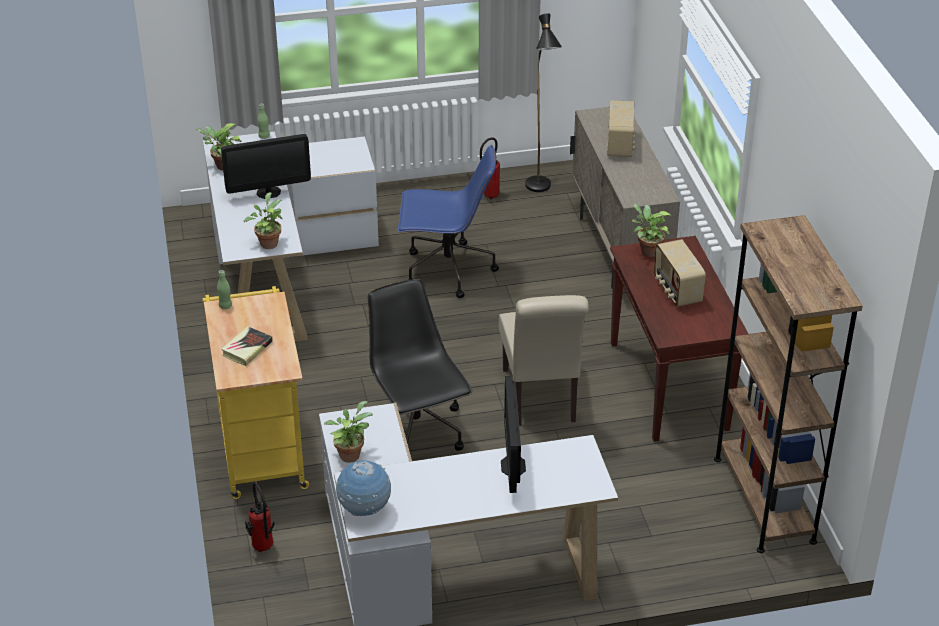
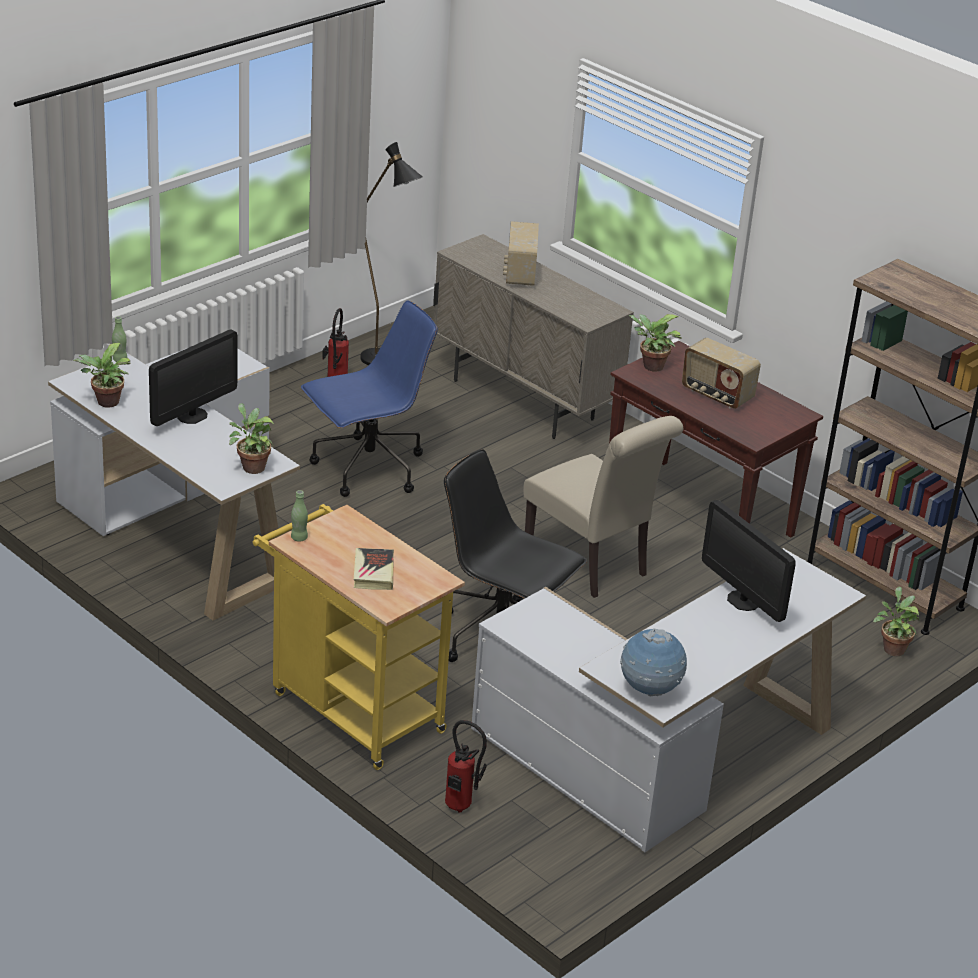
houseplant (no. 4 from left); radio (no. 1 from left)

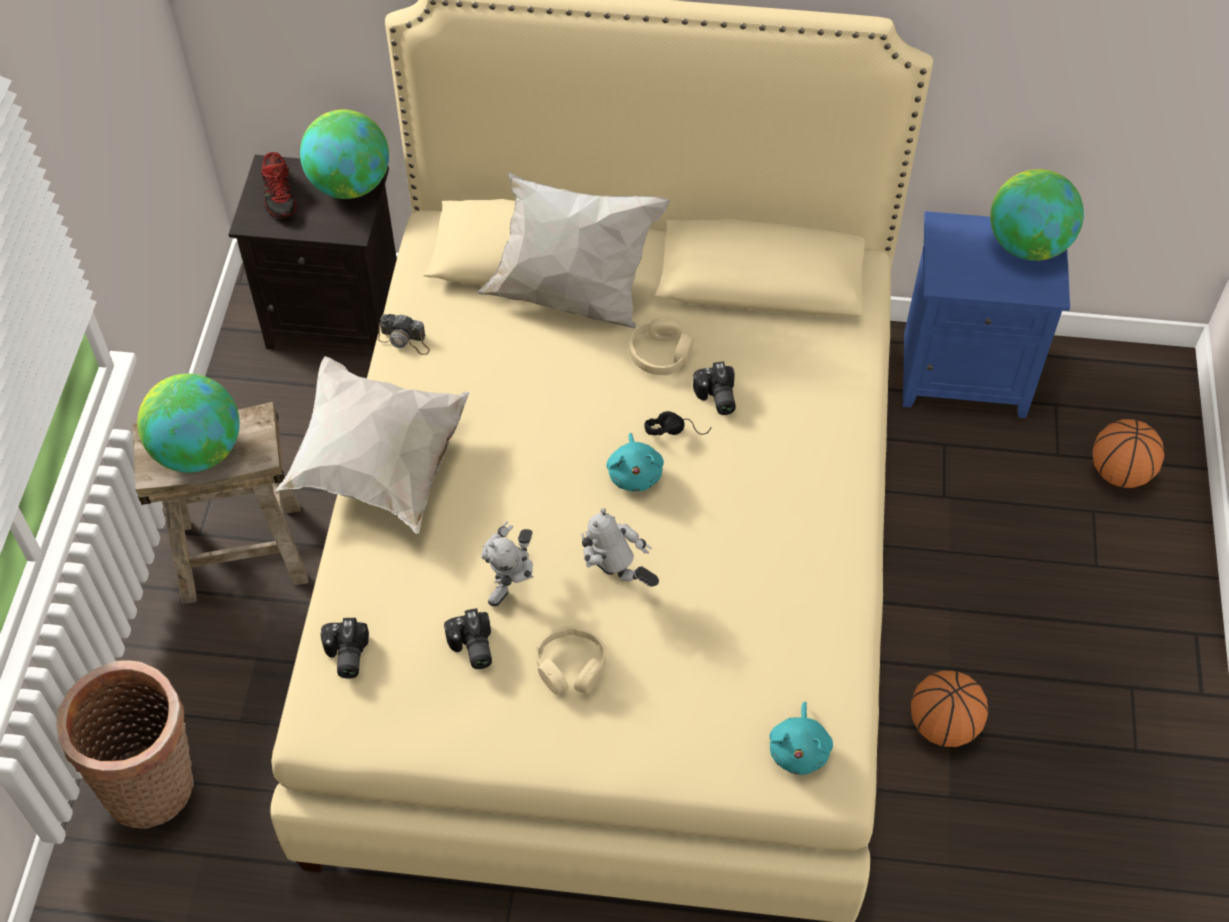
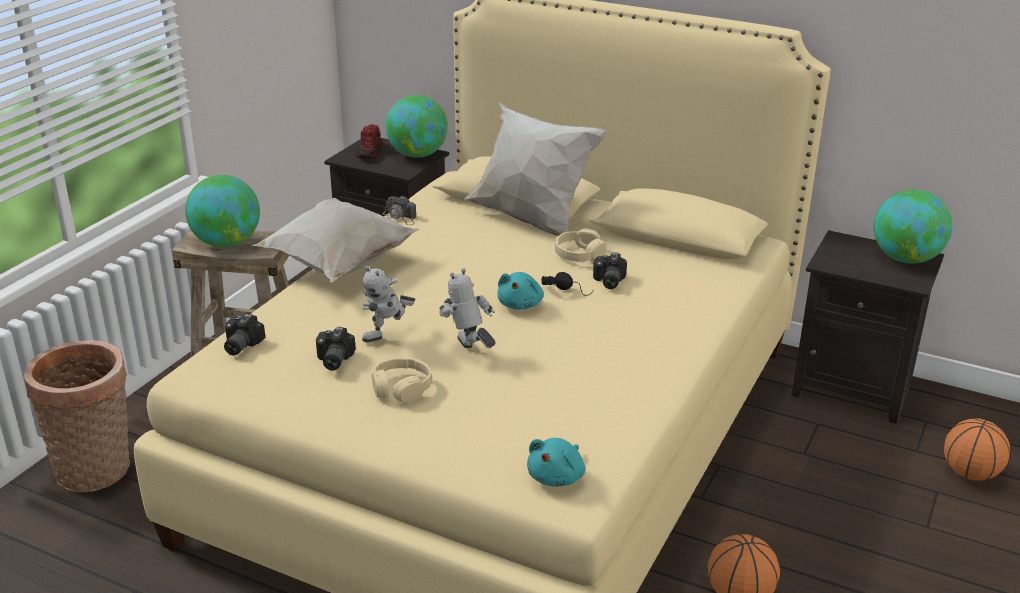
nightstand/blackish (no. 2 from left)

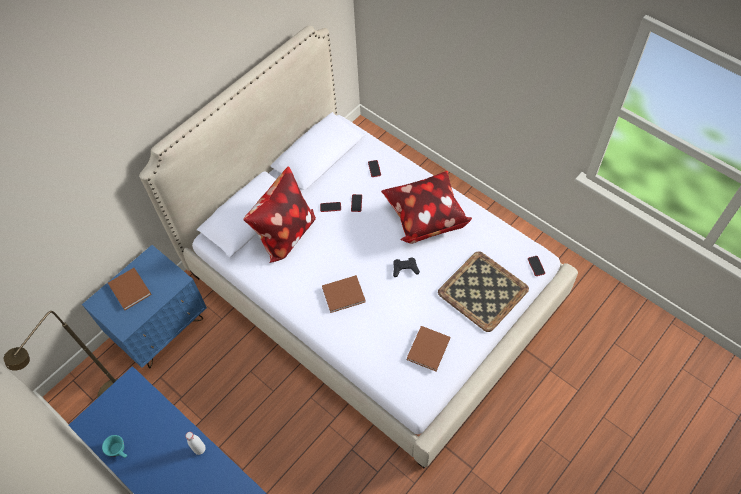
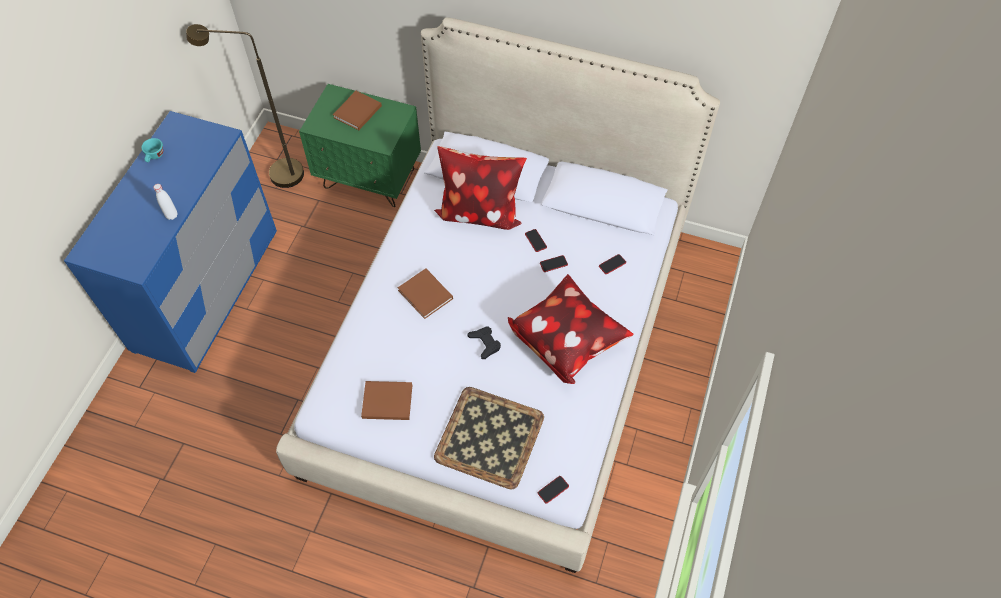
nightstand/green-coloured

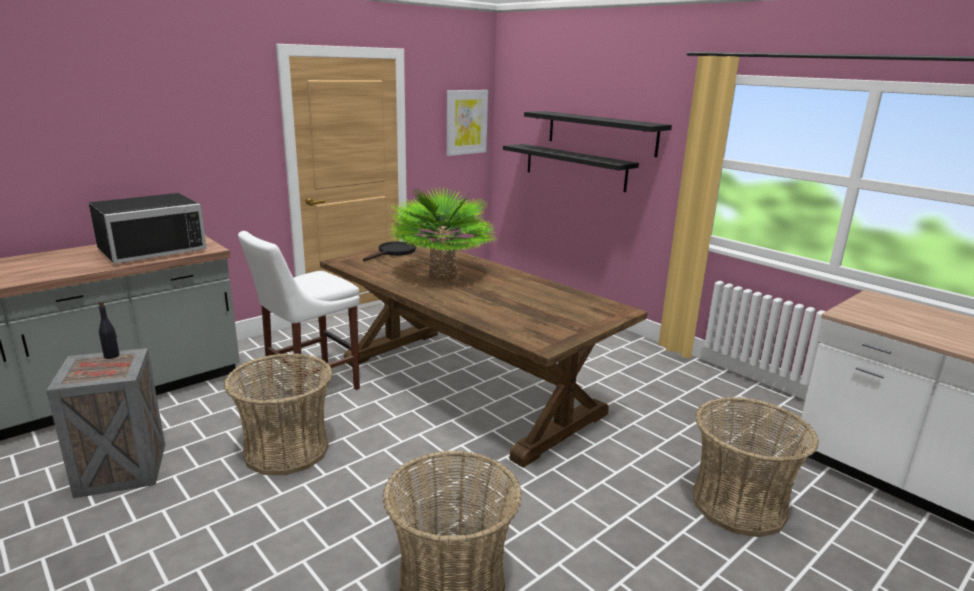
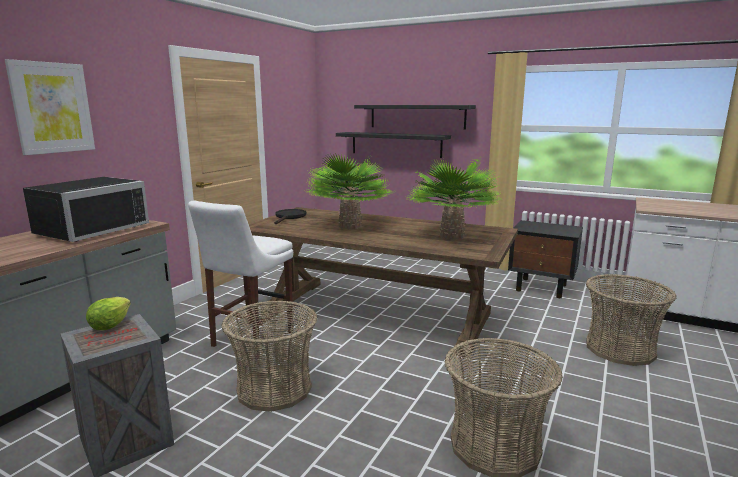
lettuce head; wall art; houseplant (no. 2 from left); nightstand/blackish

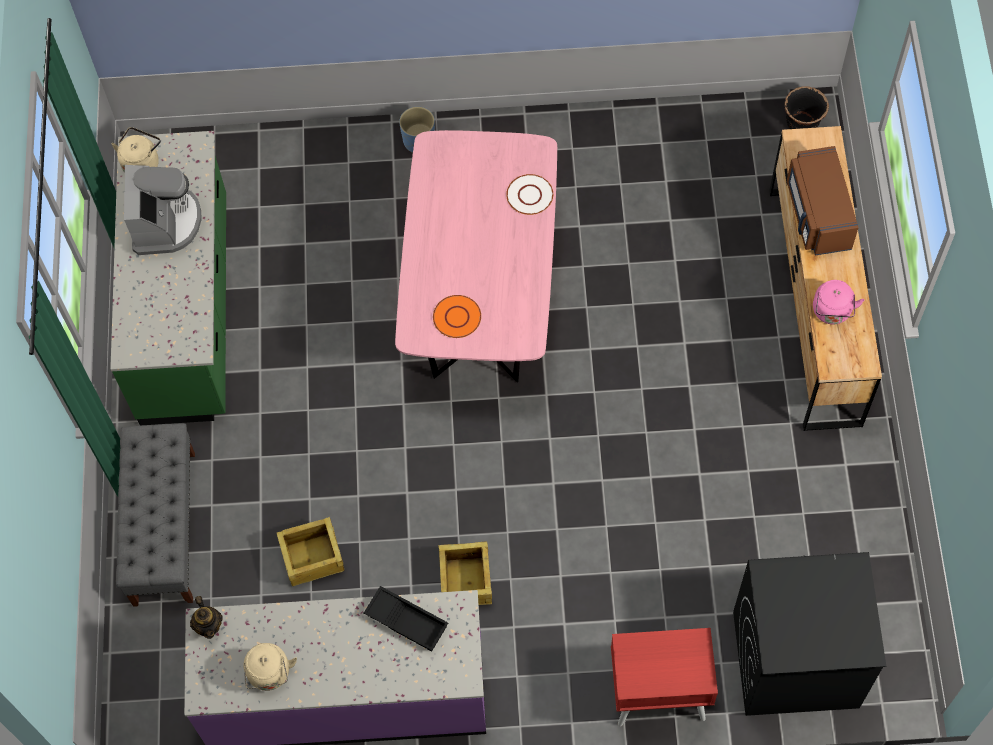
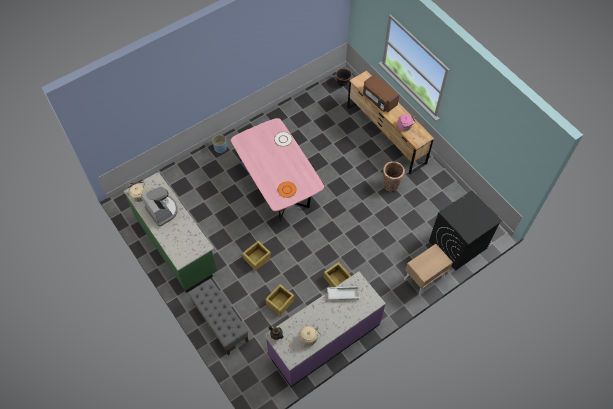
serving tray/whitish; nightstand/beige-coloured; shipping crate (no. 1 from left); basket

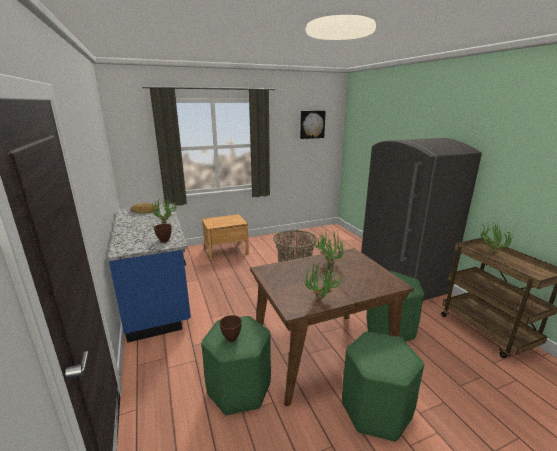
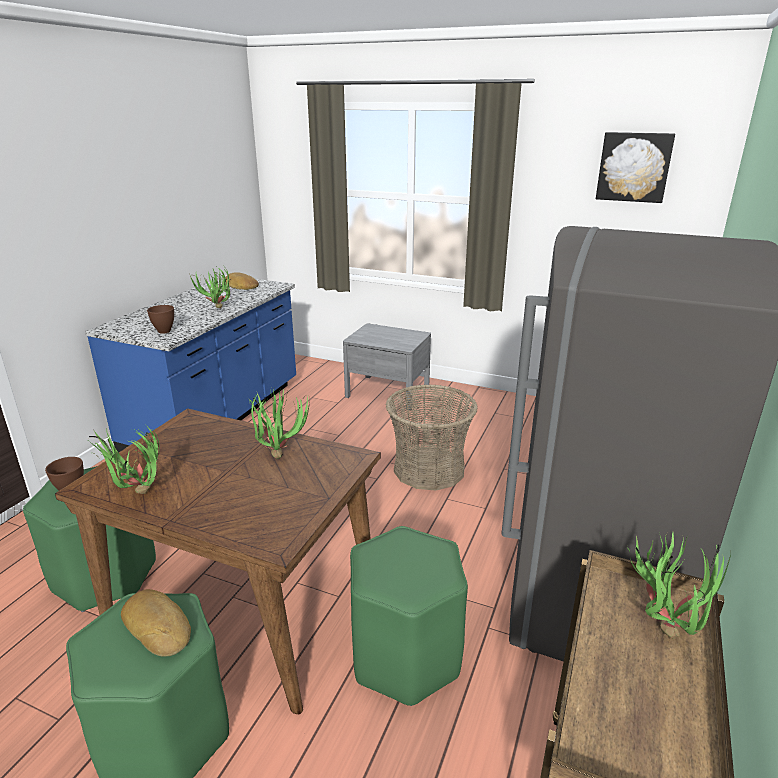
nightstand/grey; baked bread (no. 1 from left)

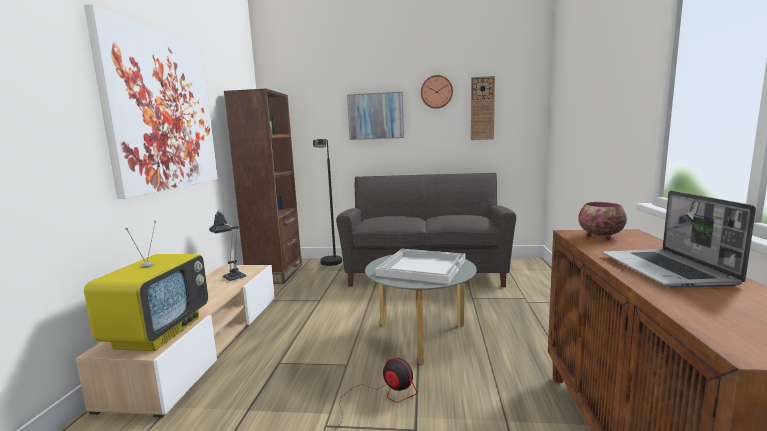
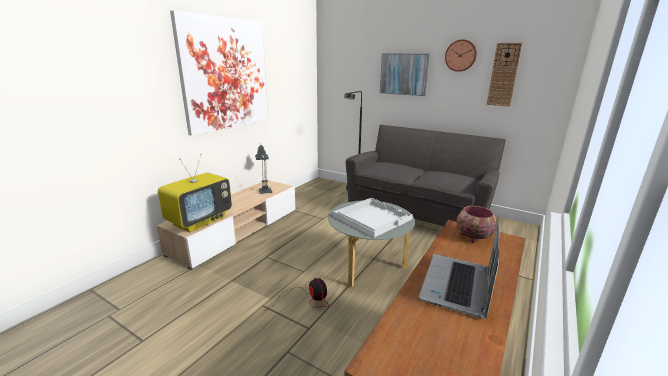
bookcase/brownish

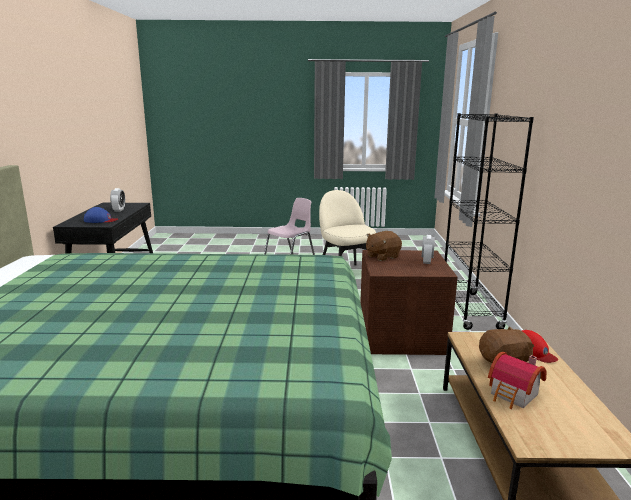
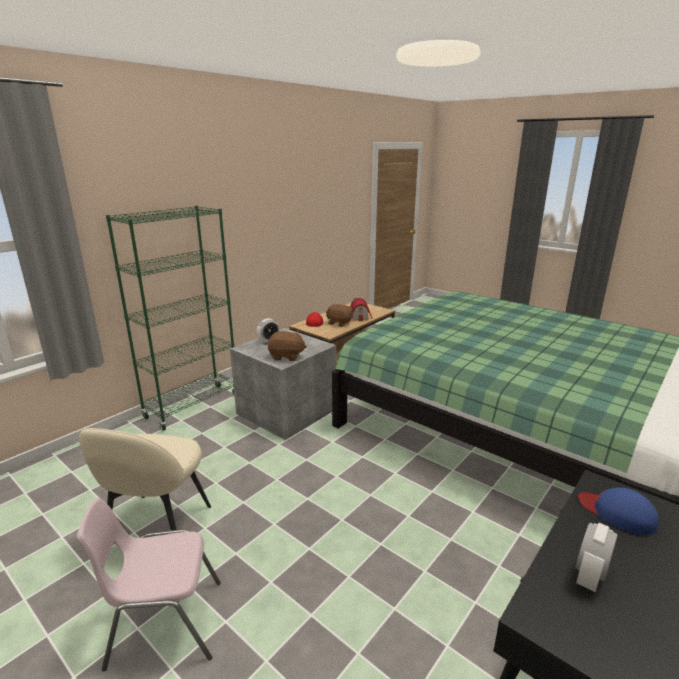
storage box/grey; bookcase/green-coloured

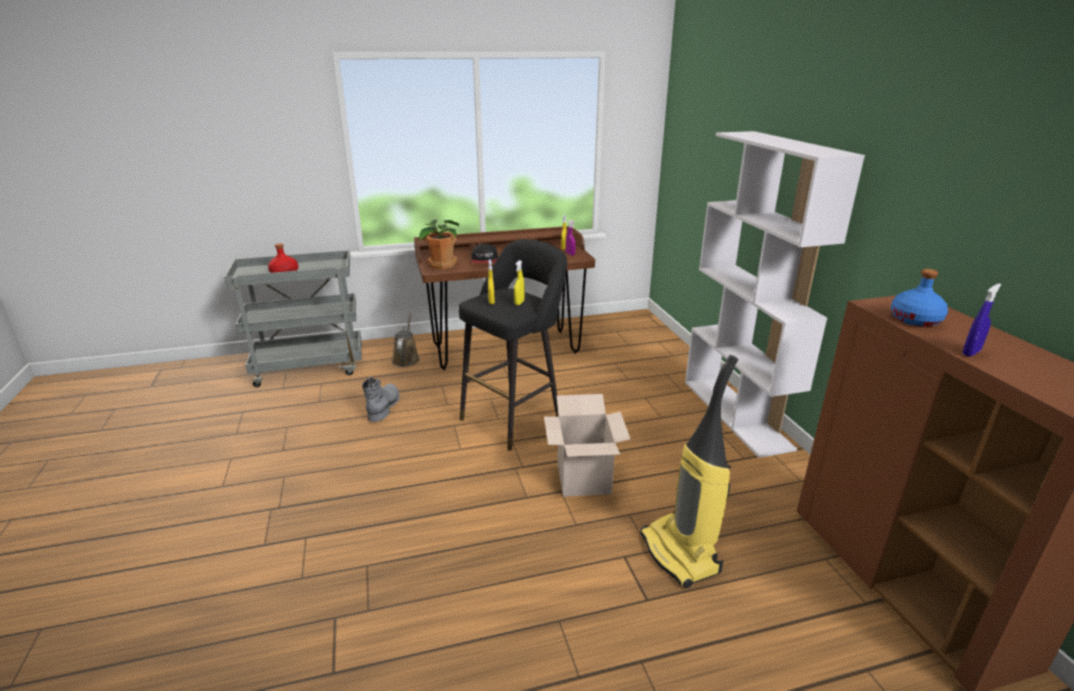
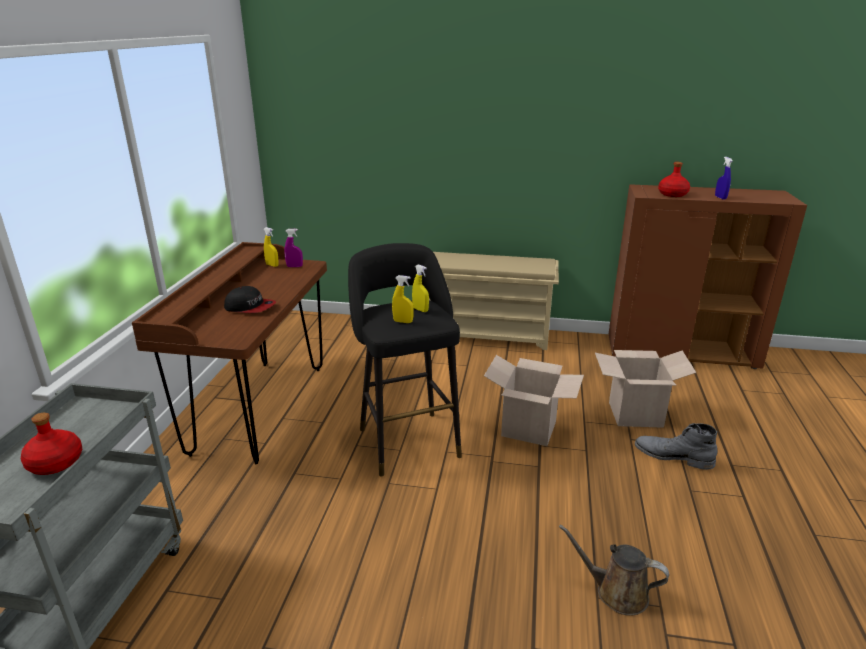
boot/grey; watering pot/brownish; houseplant; cardboard box (no. 2 from left); shoe shelf/beige-coloured; beverage bottle/red (no. 2 from left)

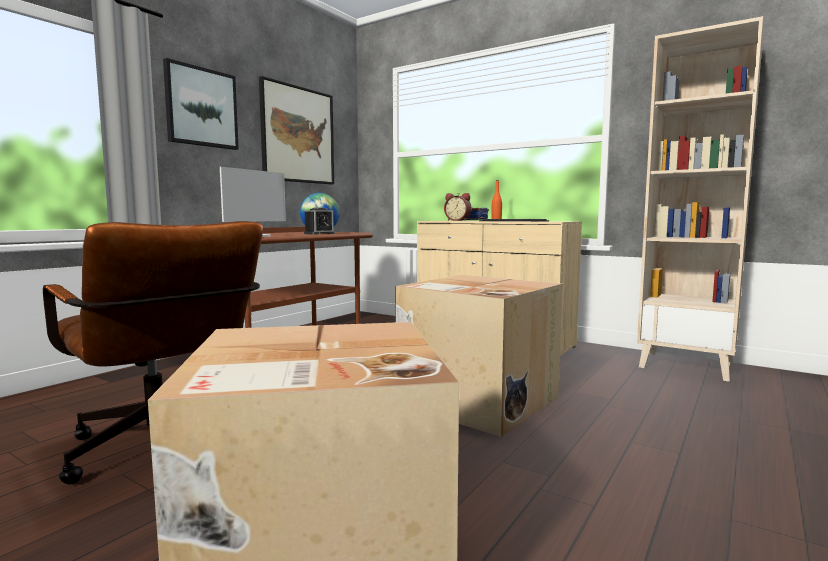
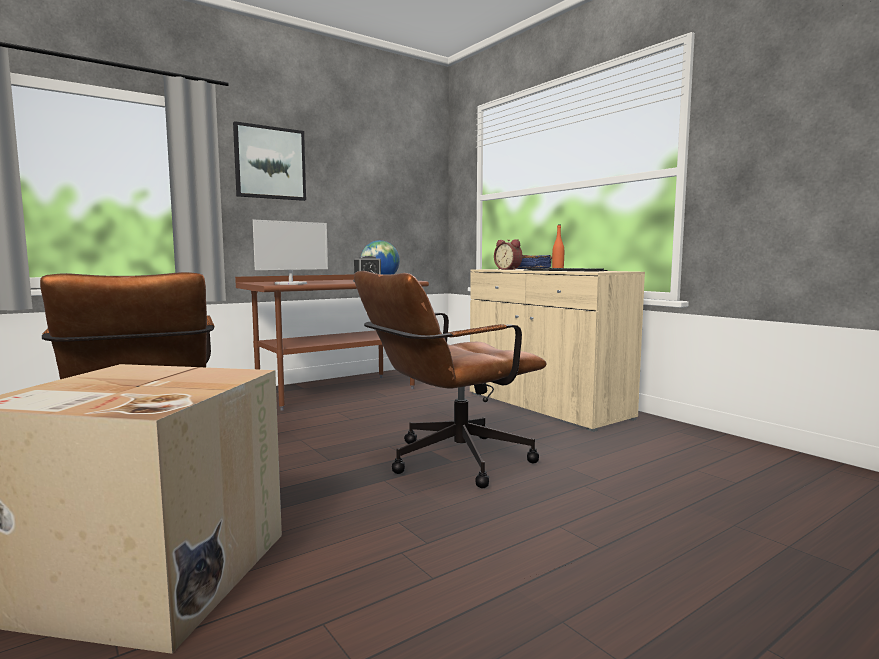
wall art (no. 2 from left in the first image); desk chair/brownish (no. 2 from left); bookcase/beige-coloured

